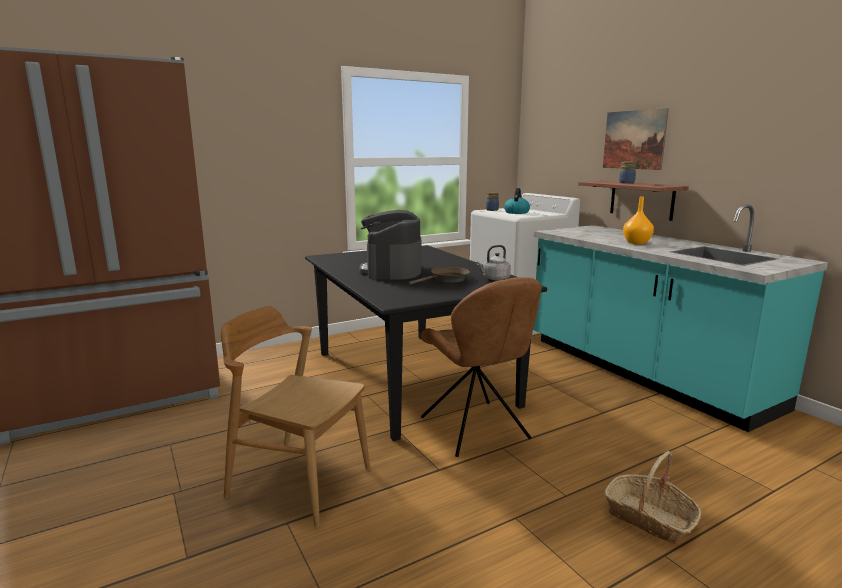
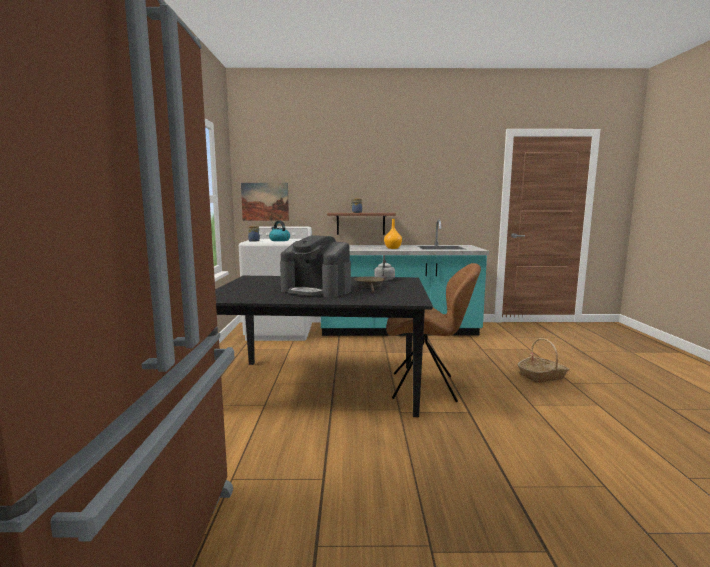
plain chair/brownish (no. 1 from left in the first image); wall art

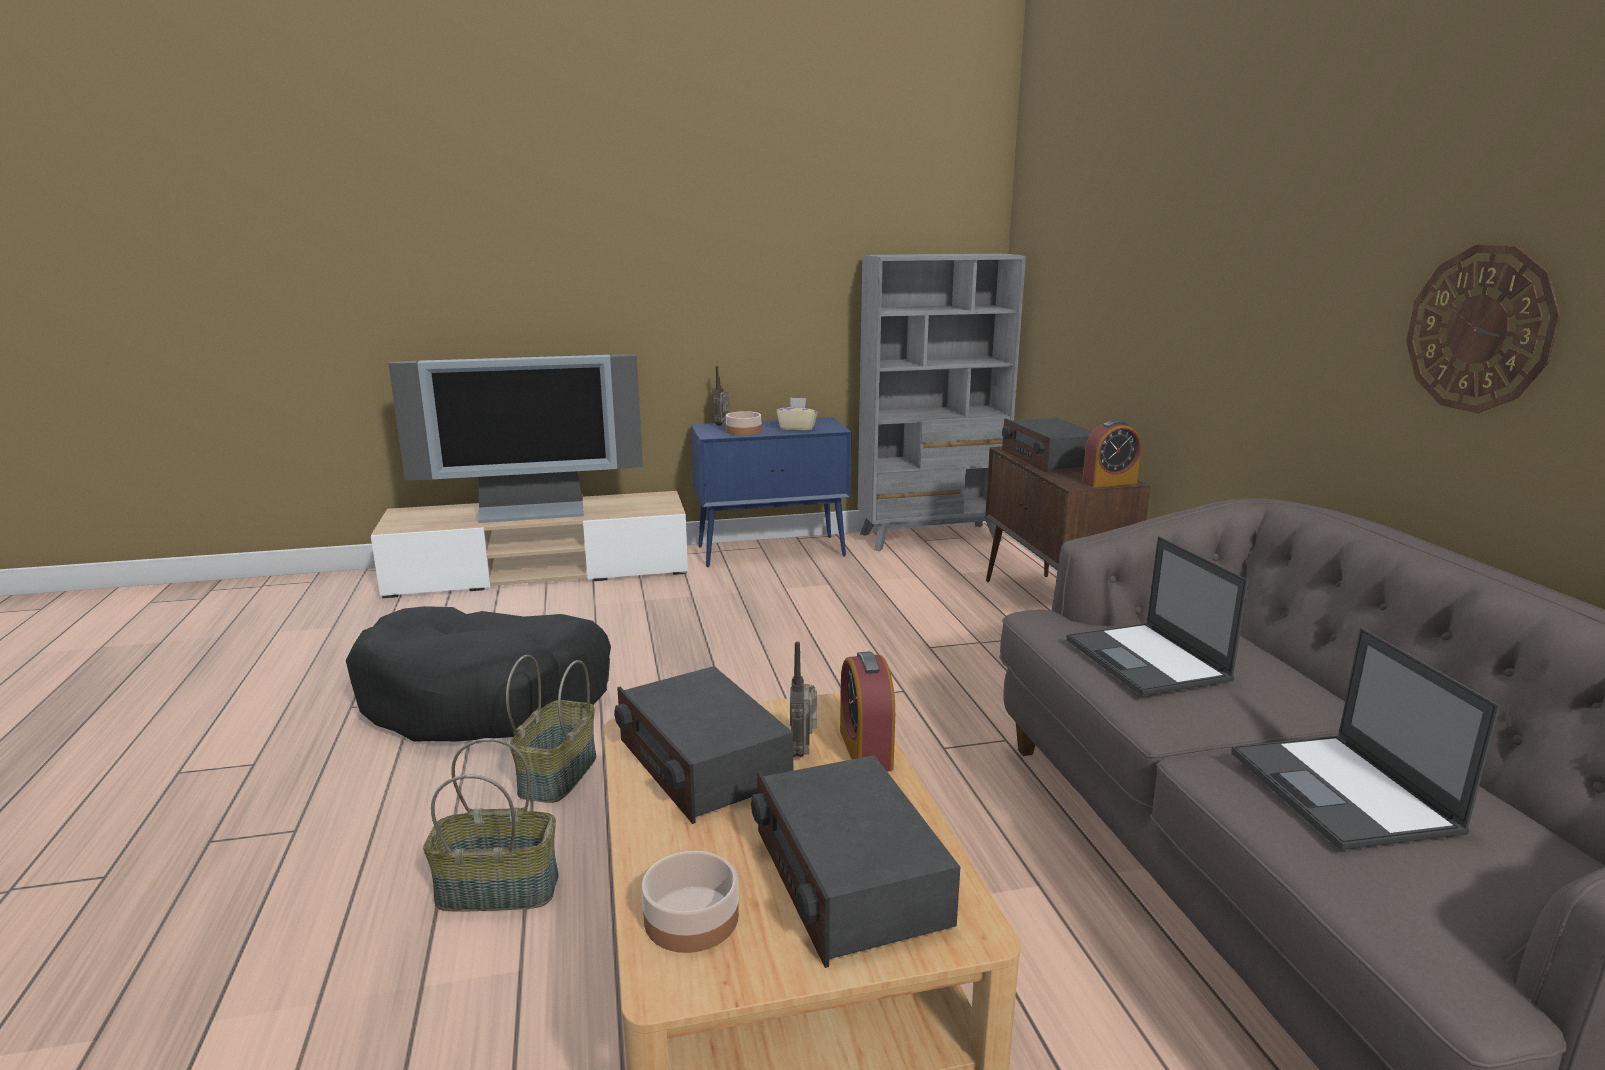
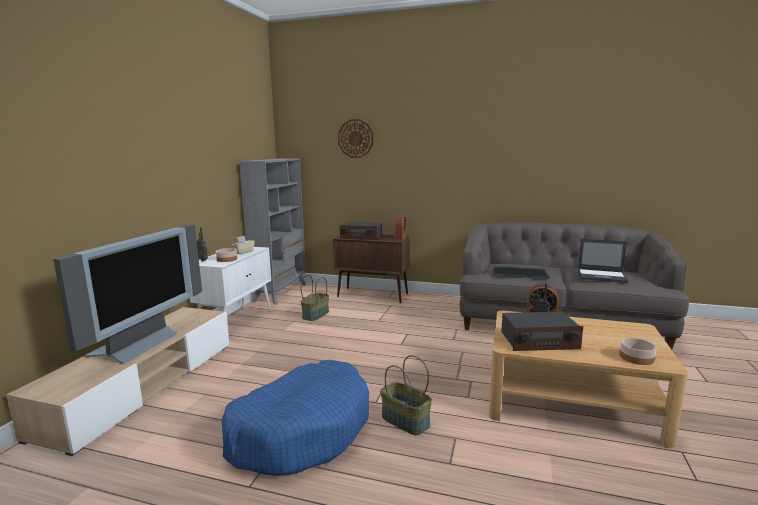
pet bed/blue-coloured; basket (no. 1 from left); storage cabinet/whitish; radio (no. 4 from left in the first image); serving tray; hanging clock

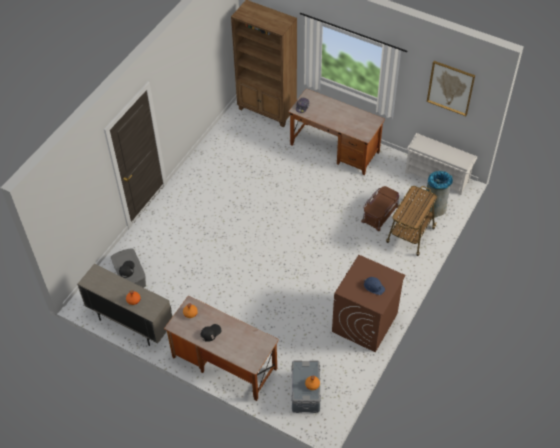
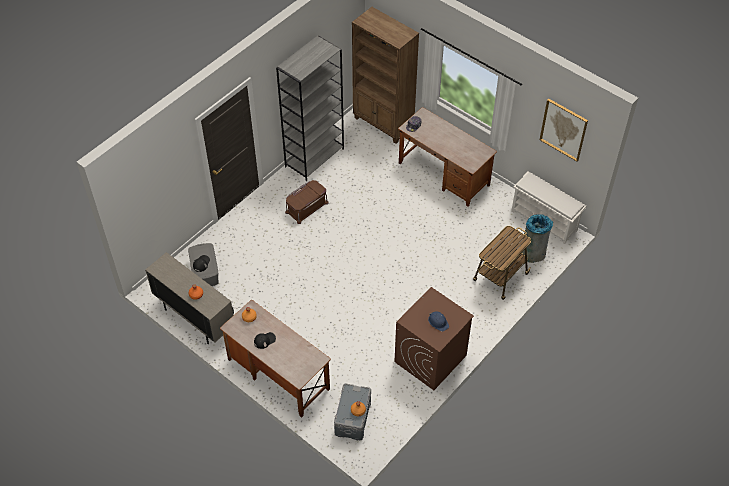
storage box/brownish; bookcase/grey

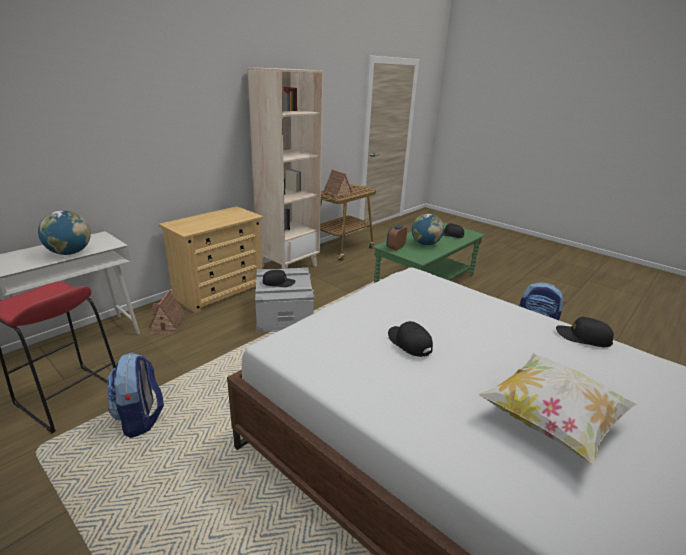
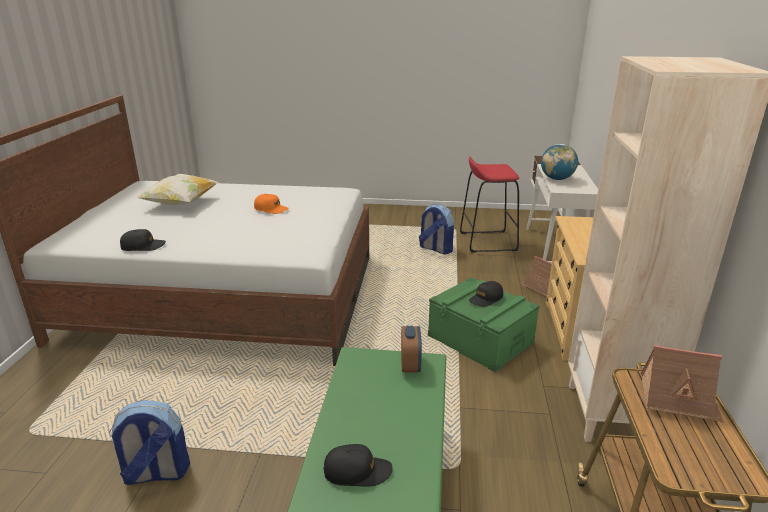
storage box/green-coloured; cap/orange; world globe (no. 2 from left in the first image)

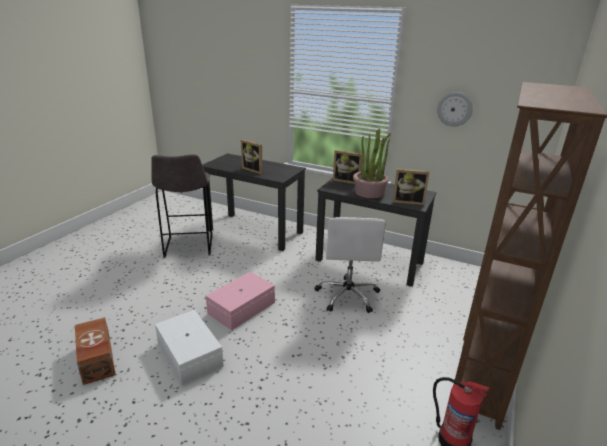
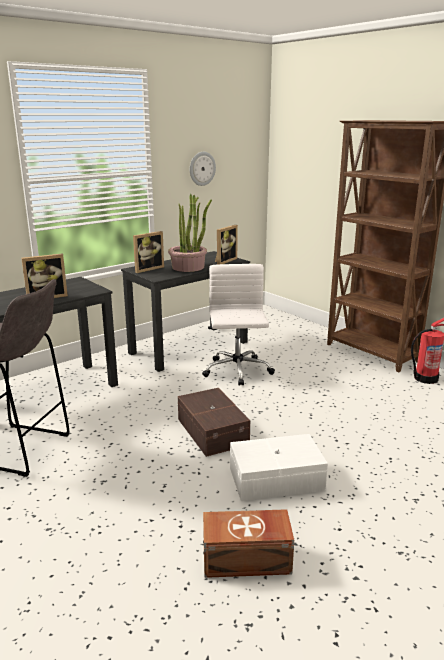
storage box/brownish (no. 1 from left); desk chair/whitish

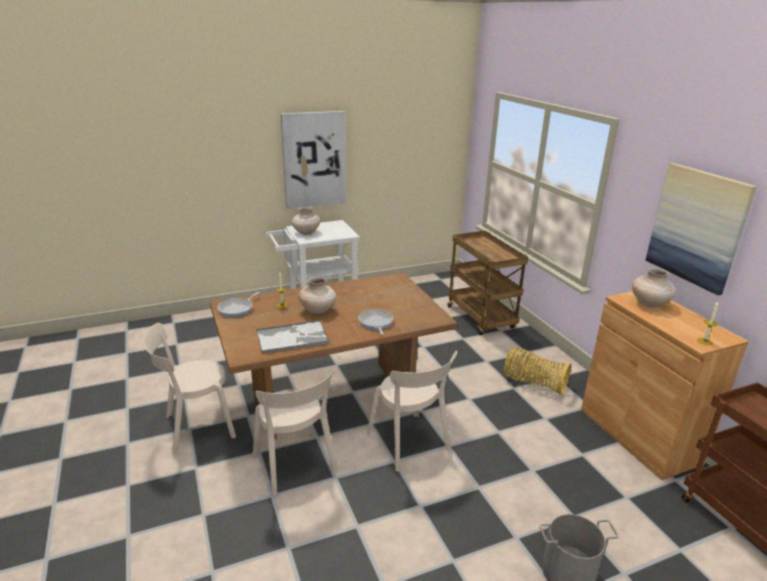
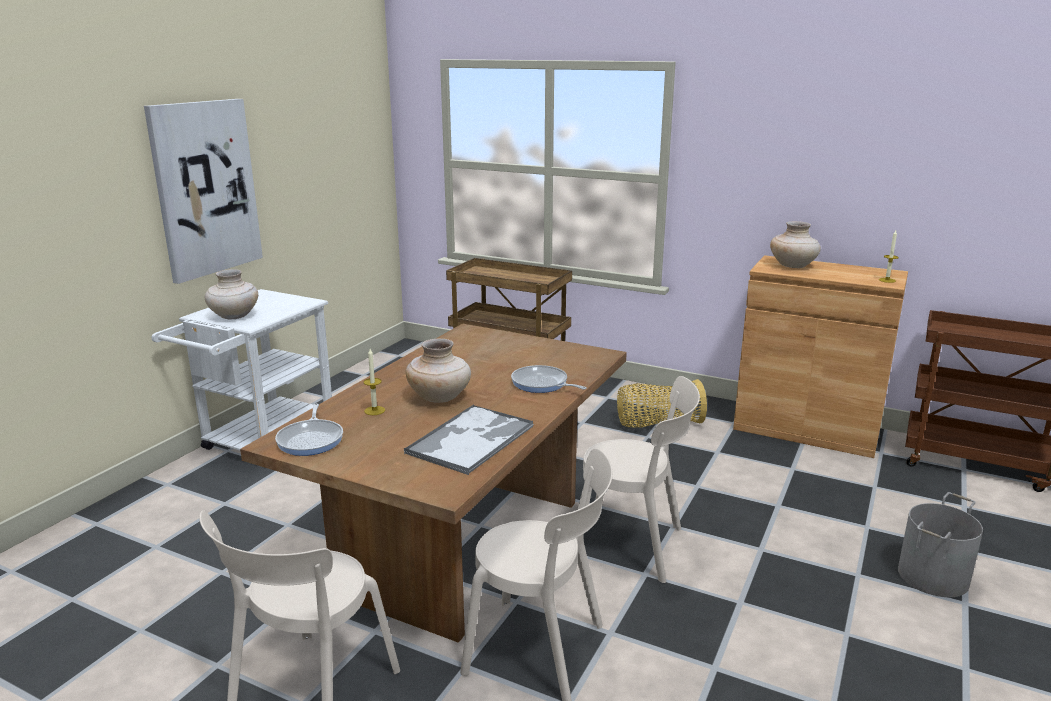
wall art (no. 2 from left in the first image)

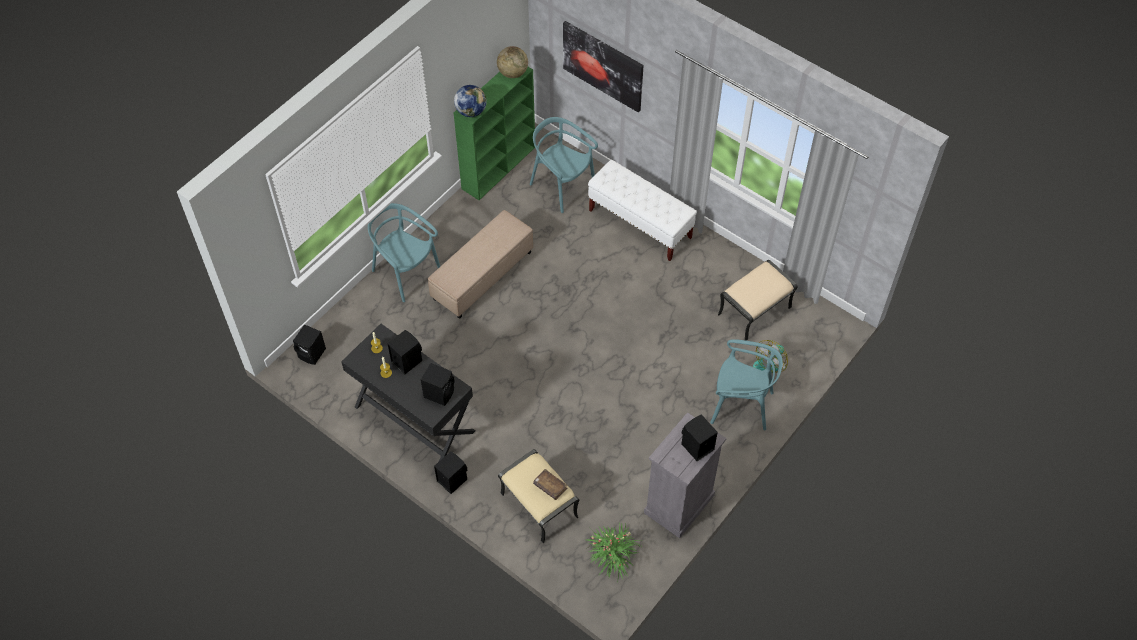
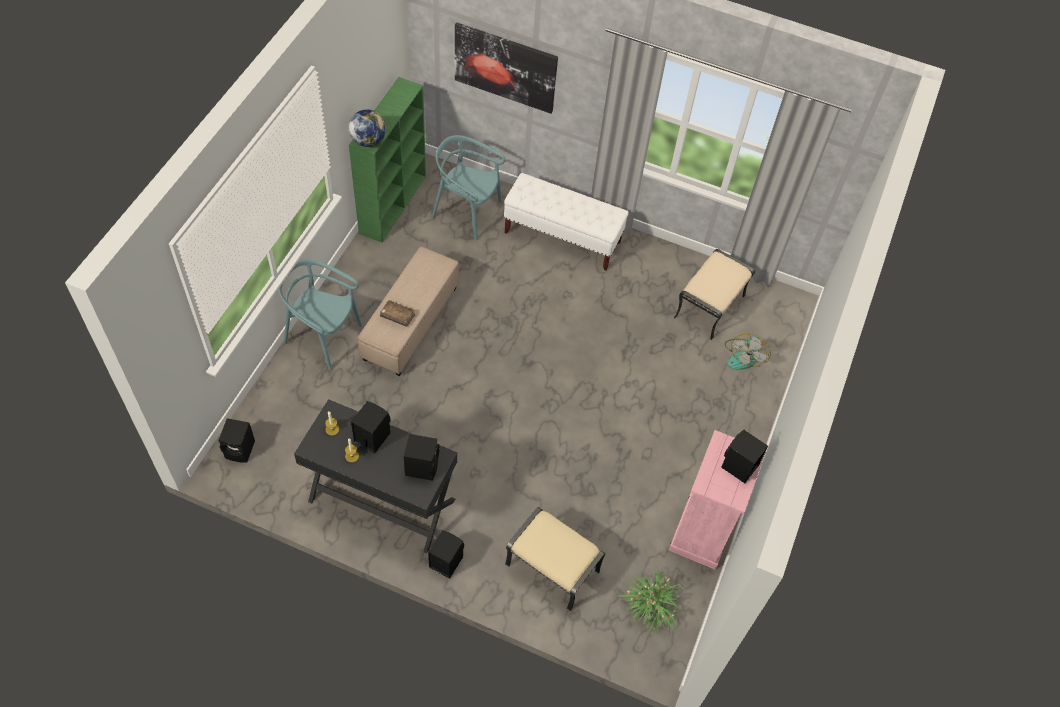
world globe (no. 2 from left in the first image); volume/brownish; chest of drawers/pink-coloured; plain chair/turquoise-coloured (no. 3 from left in the first image)

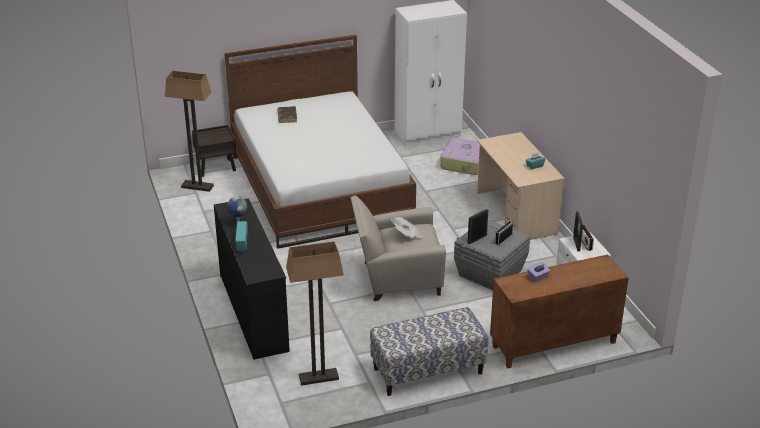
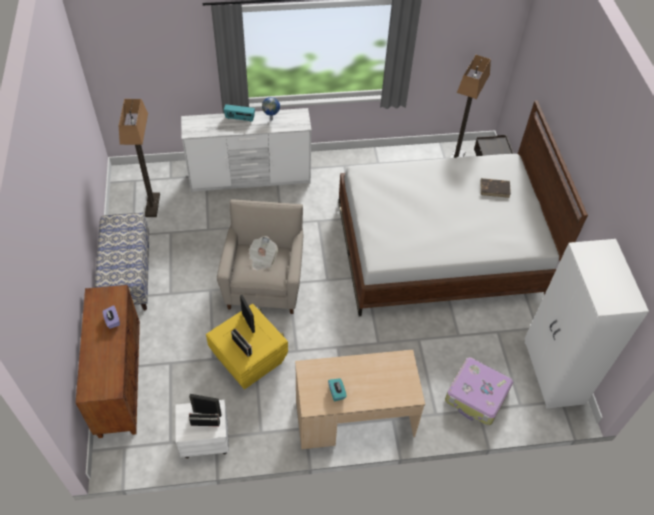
chest of drawers/whitish; storage box/yellow

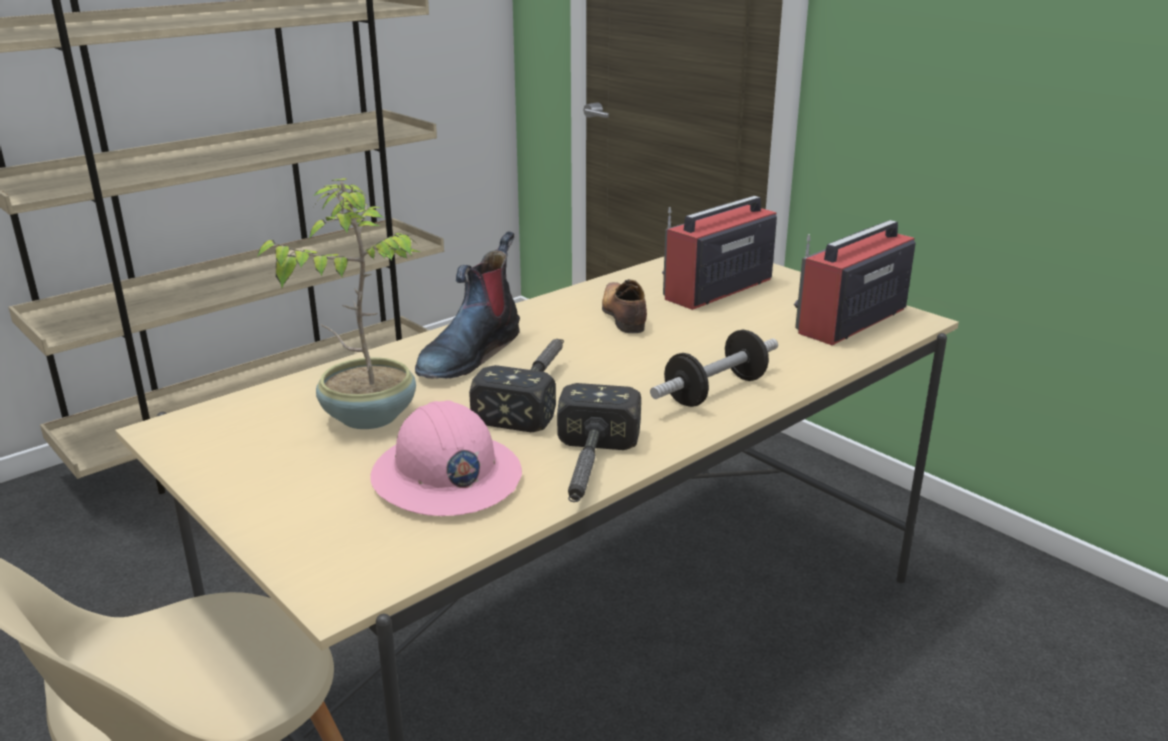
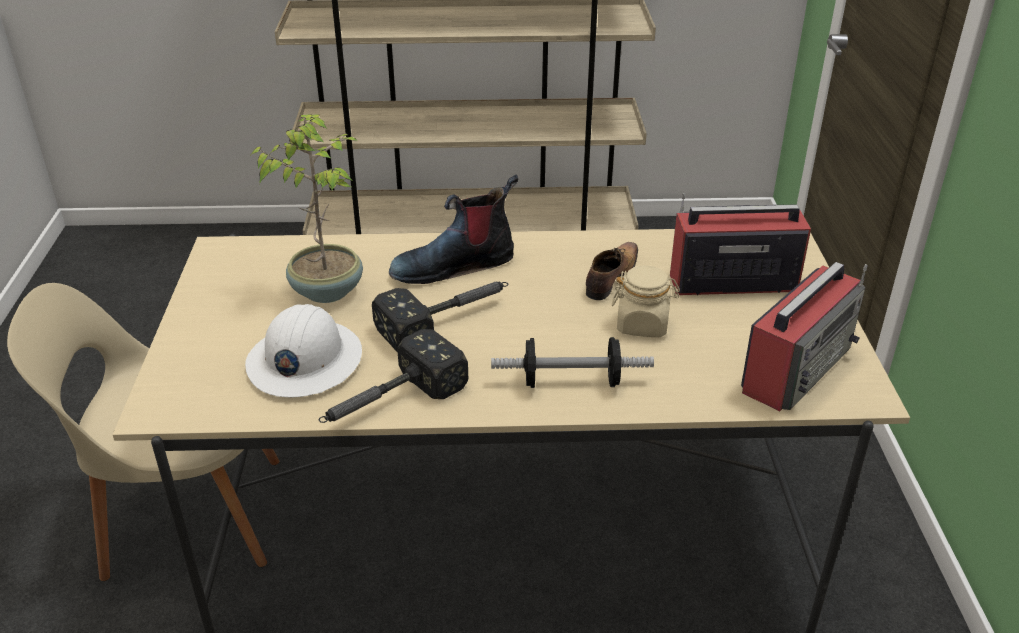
work helmet/whitish; radio (no. 2 from left); storage jar/beige-coloured

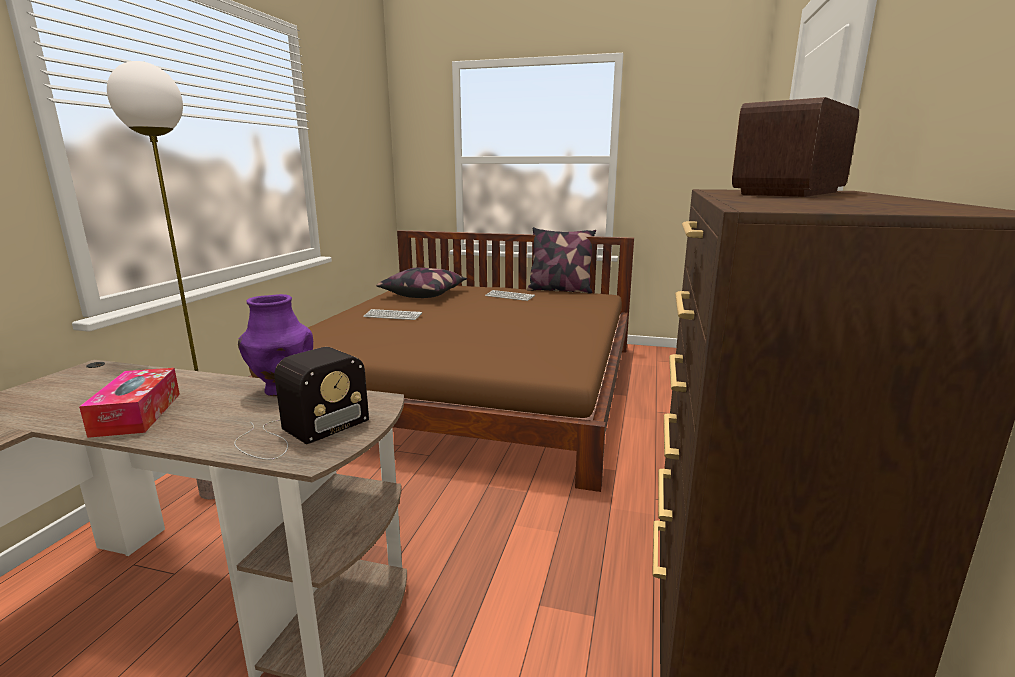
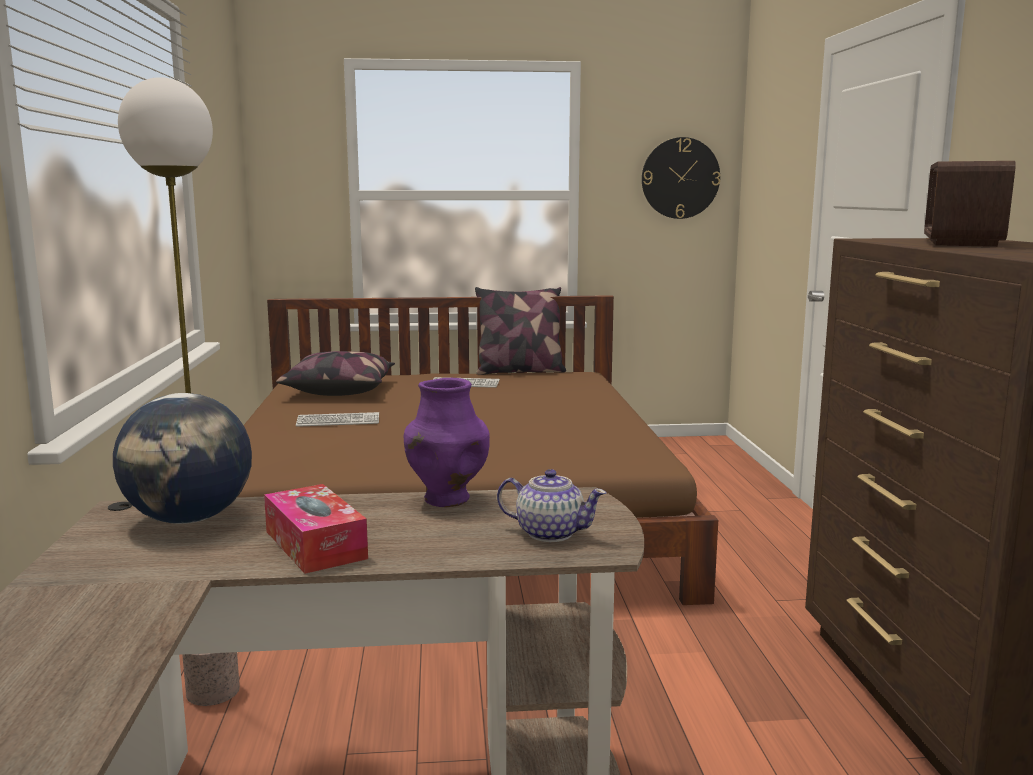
pot for tea; world globe; hanging clock

